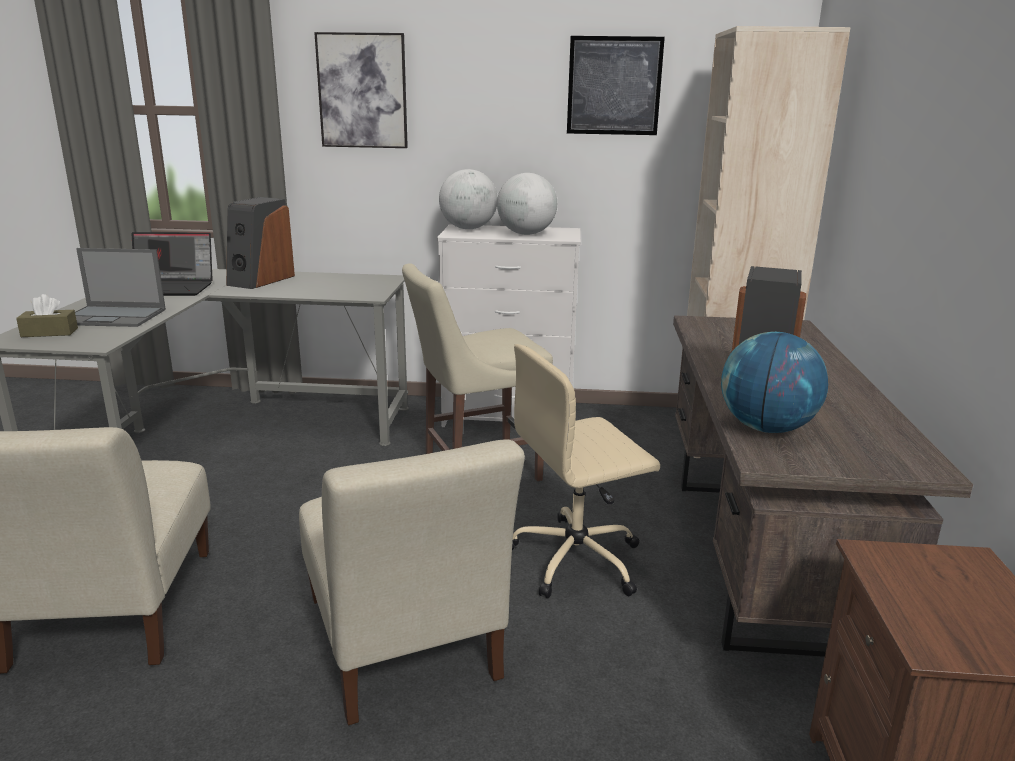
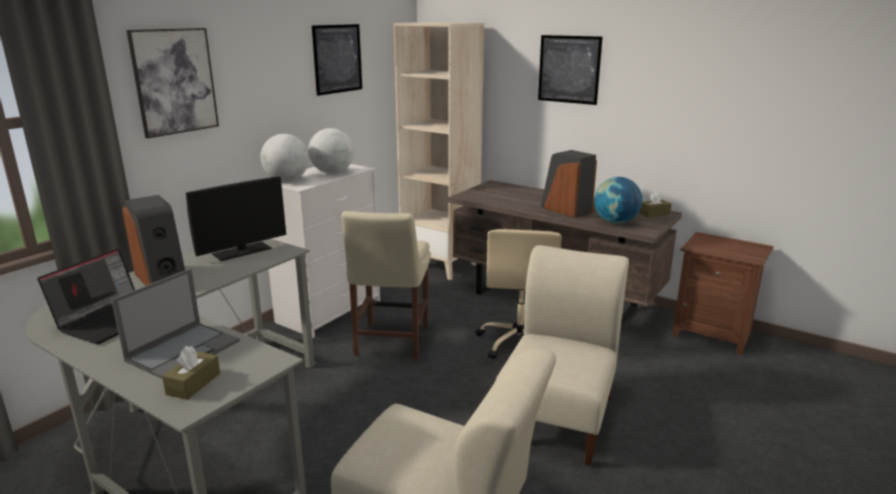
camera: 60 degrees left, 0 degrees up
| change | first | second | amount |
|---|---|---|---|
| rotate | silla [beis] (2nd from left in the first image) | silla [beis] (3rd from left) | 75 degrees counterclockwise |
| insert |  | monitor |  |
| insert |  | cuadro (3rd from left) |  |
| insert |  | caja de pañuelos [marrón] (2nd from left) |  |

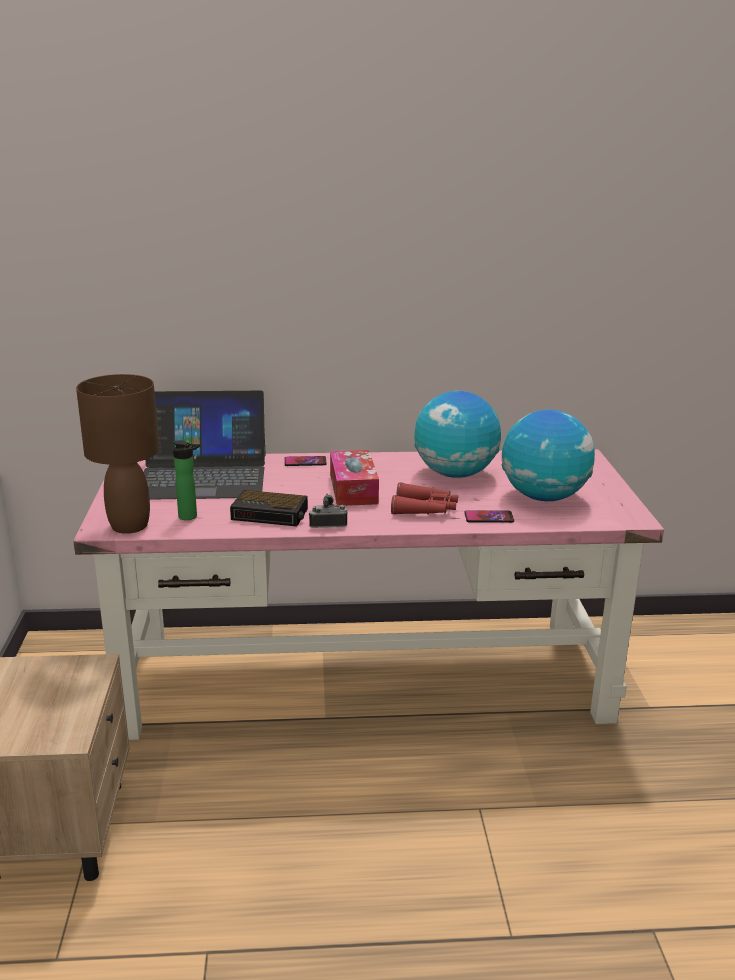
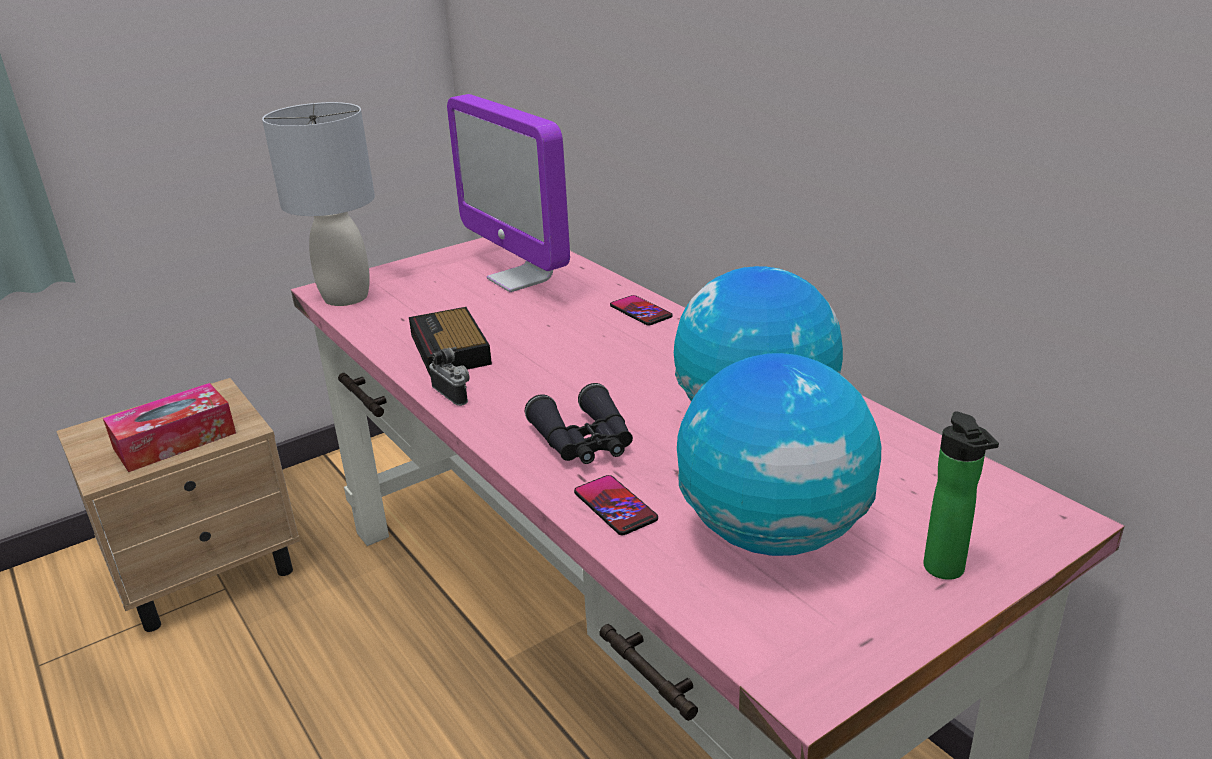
camera: 60 degrees right, 5 degrees up
| change | first | second | amount |
|---|---|---|---|
| recolor | lámpara de mesa [marrón] | lámpara de mesa [gris] |  |
| replace | portátil | monitor |  |
| move | botella |  |  |
| move | caja de pañuelos |  |  |
| recolor | prismáticos [rojo] | prismáticos [negro] |  |

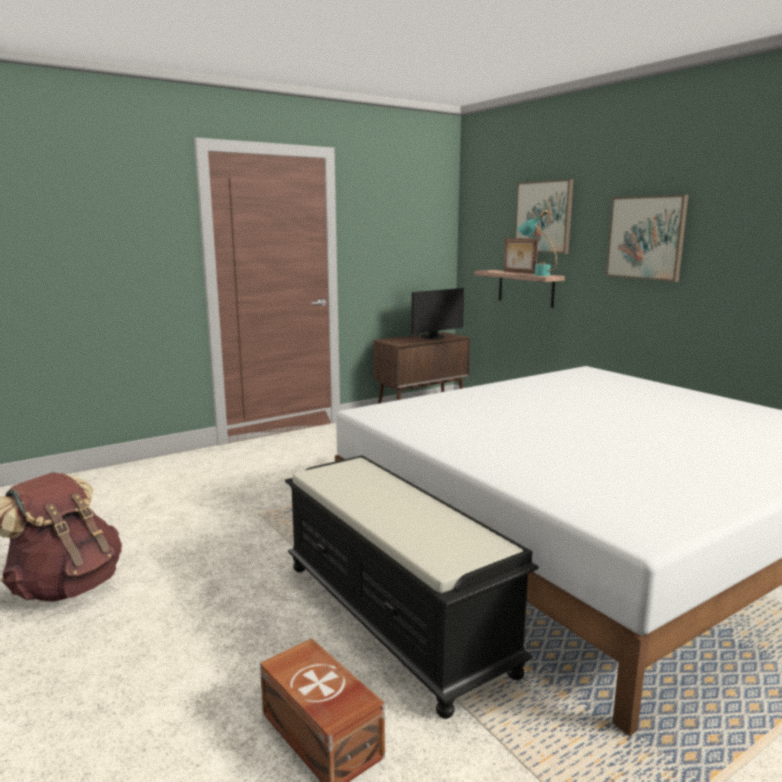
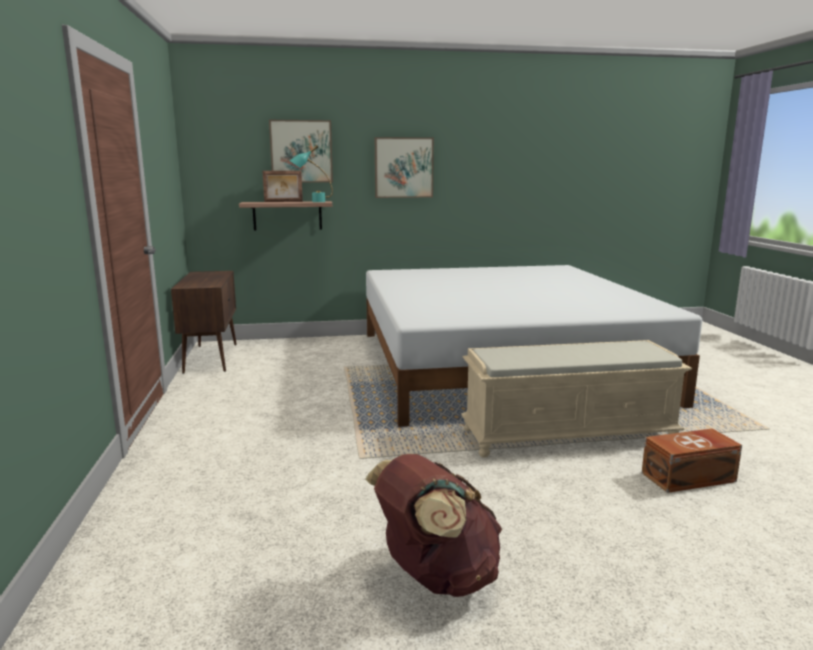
camera: 65 degrees left, 0 degrees up
| change | first | second | amount |
|---|---|---|---|
| recolor | banco [negro] | banco [beis] |  |
| delete | monitor |  |  |

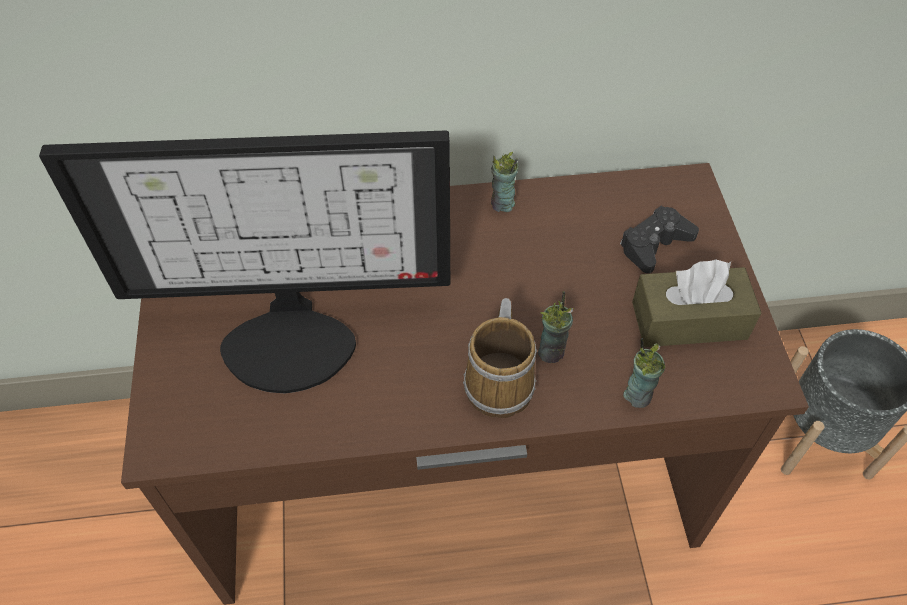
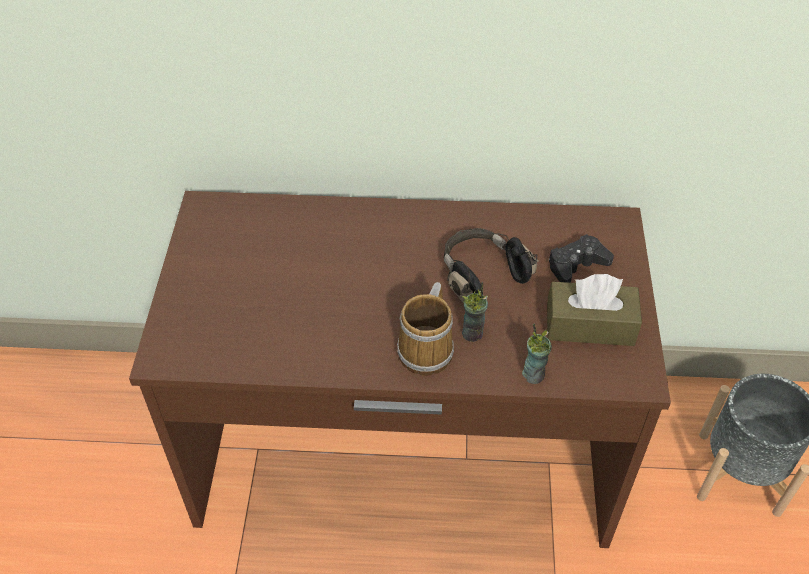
camera: 10 degrees right, 5 degrees down
| change | first | second | amount |
|---|---|---|---|
| delete | monitor |  |  |
| delete | taza (1st from left) |  |  |
| insert |  | auriculares [negro] |  |

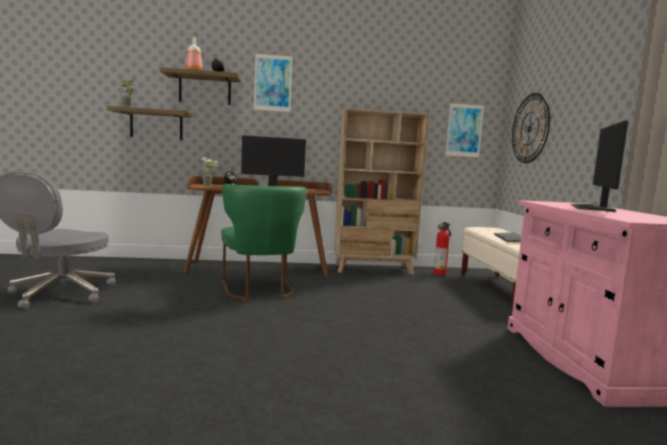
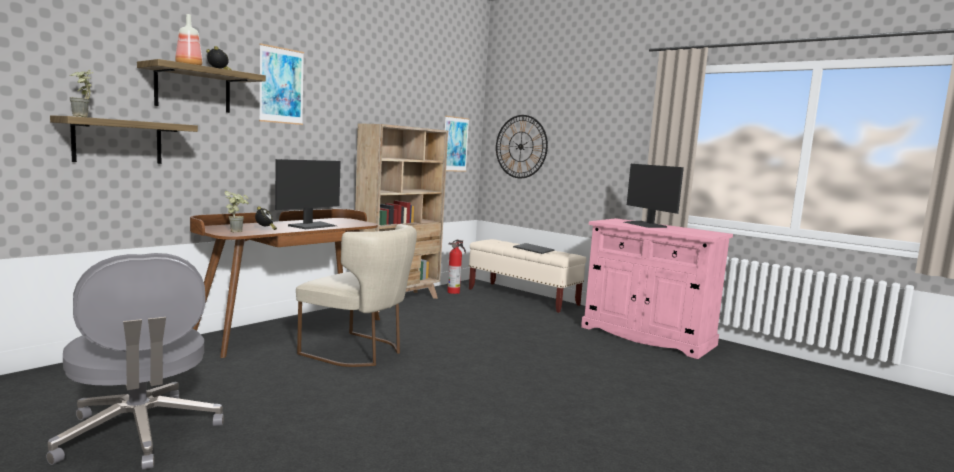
camera: 45 degrees left, 0 degrees up
| change | first | second | amount |
|---|---|---|---|
| recolor | silla [verde] | silla [beis] |  |

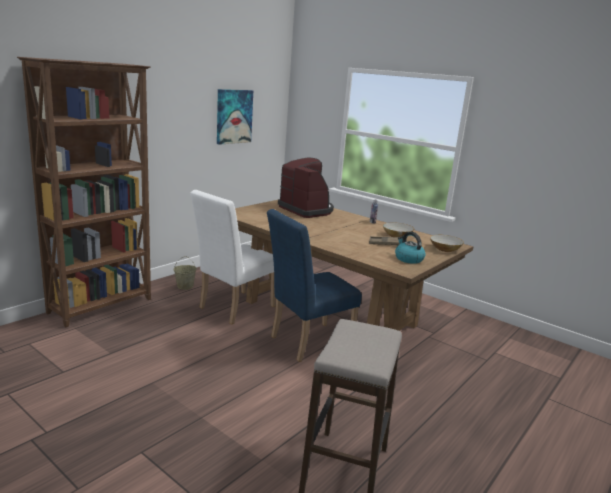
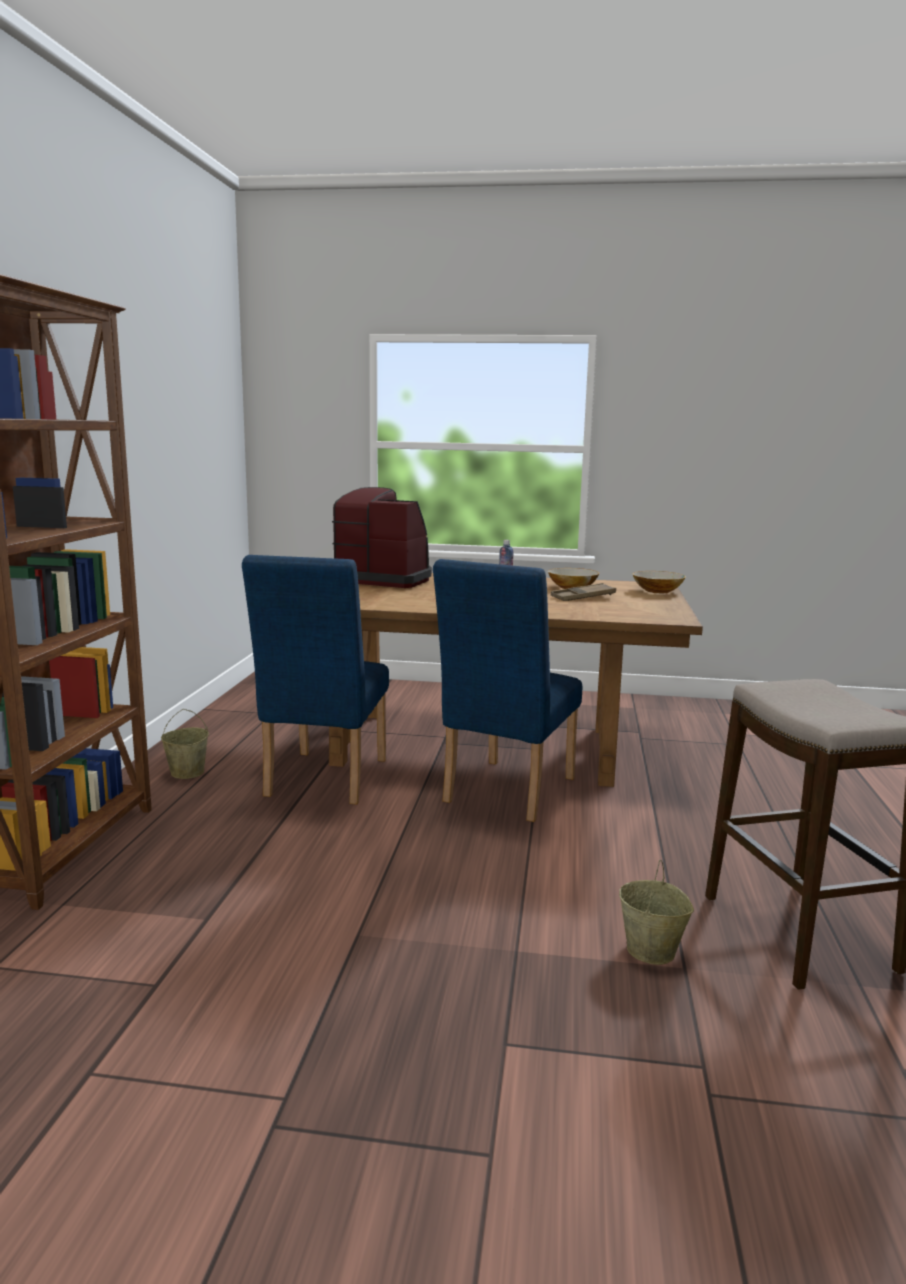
camera: 30 degrees left, 5 degrees down
| change | first | second | amount |
|---|---|---|---|
| recolor | silla [blanco] | silla [azul] (1st from left) |  |
| delete | cuadro |  |  |
| delete | hervidor |  |  |
| insert |  | cubo [beis] (2nd from left) |  |

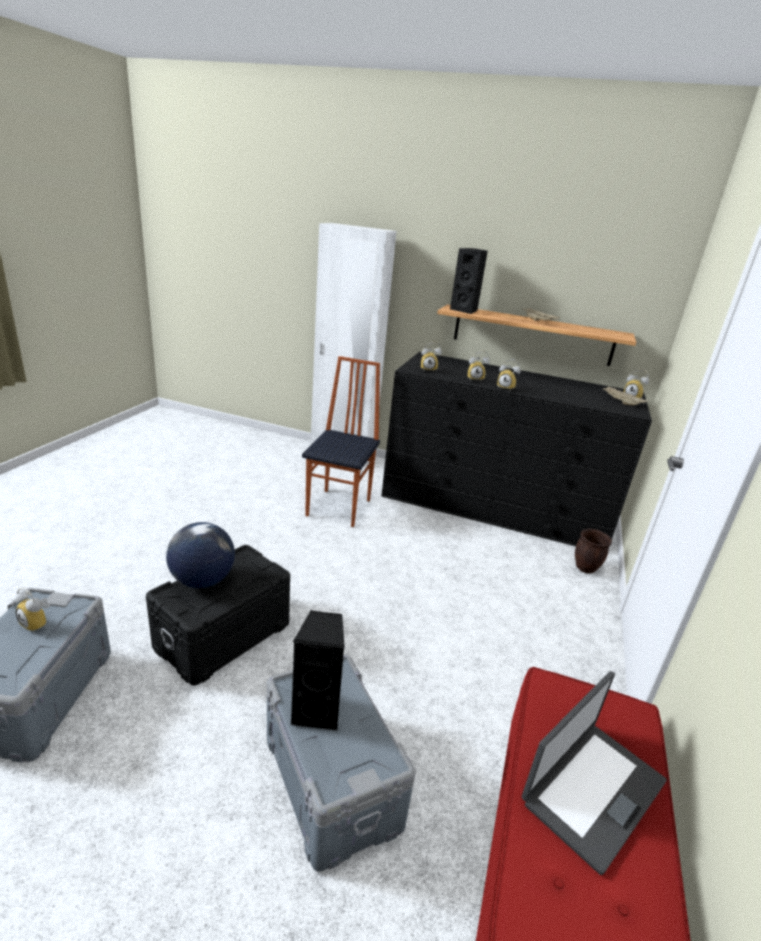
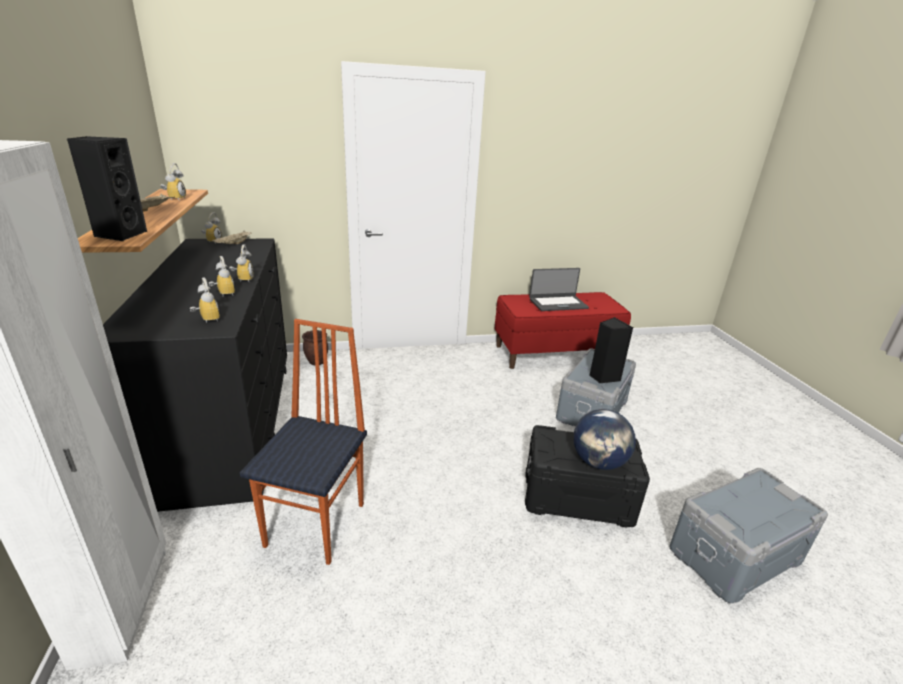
camera: 120 degrees left, 0 degrees up
| change | first | second | amount |
|---|---|---|---|
| move | despertador (1st from left) |  |  |
| rotate | silla |  | 120 degrees clockwise |
| rotate | portátil |  | 150 degrees clockwise |

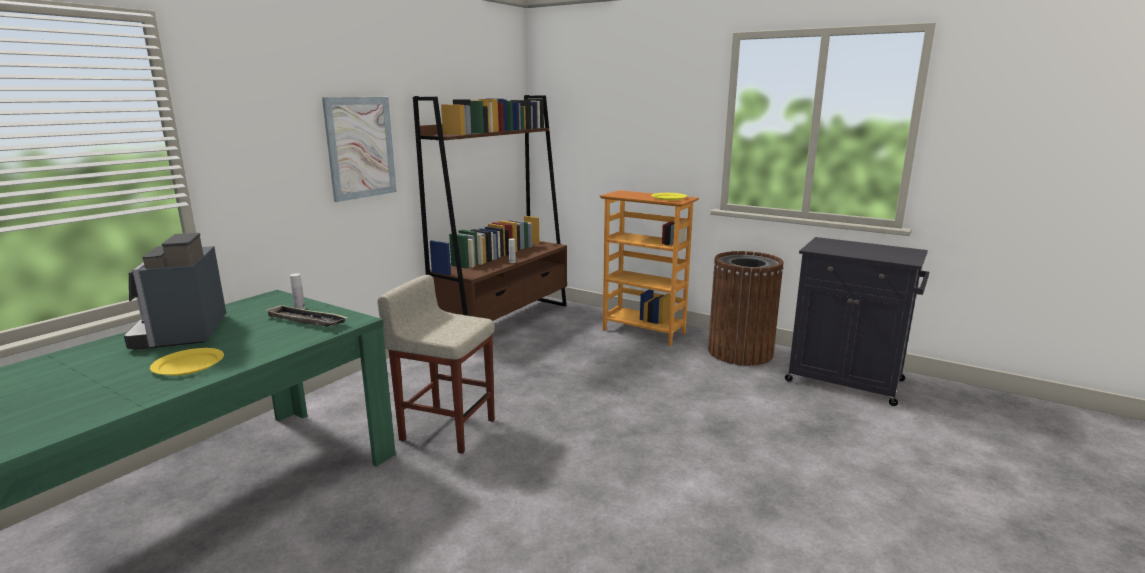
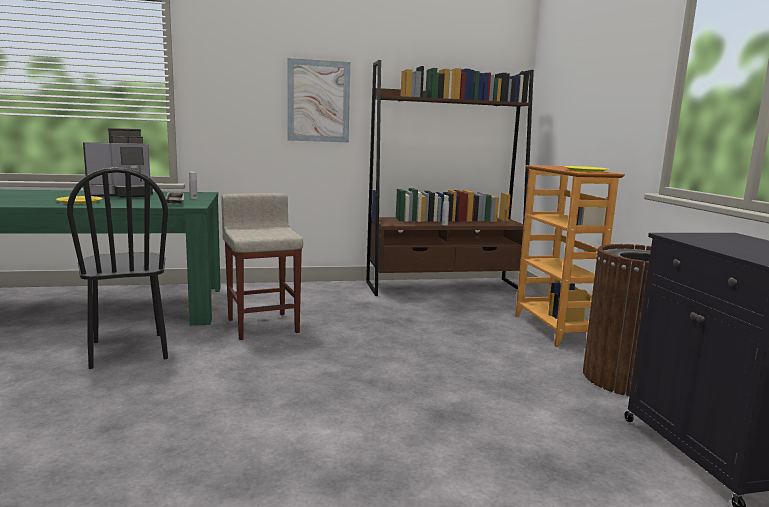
camera: 45 degrees right, 5 degrees down
| change | first | second | amount |
|---|---|---|---|
| rotate | cafetera |  | 150 degrees counterclockwise |
| insert |  | silla [negro] |  |

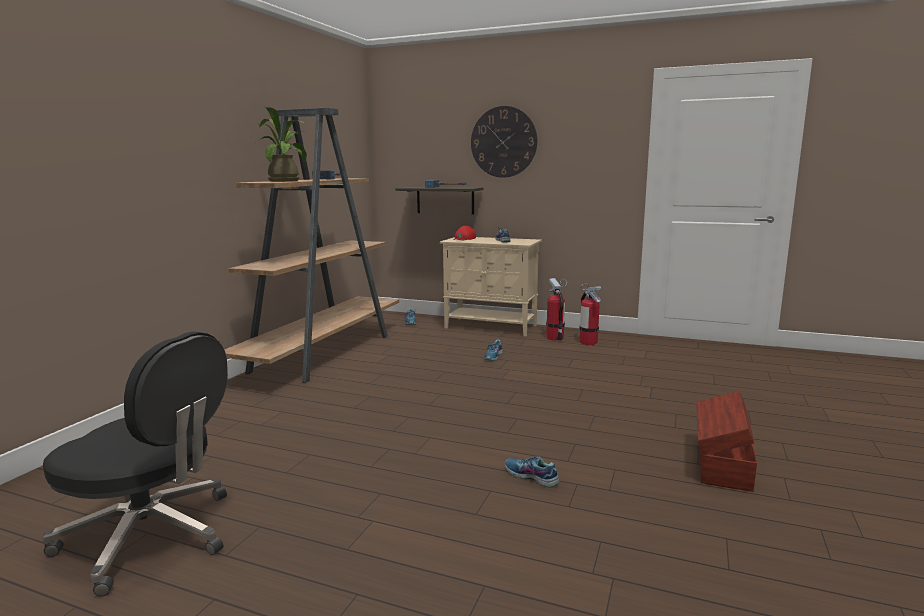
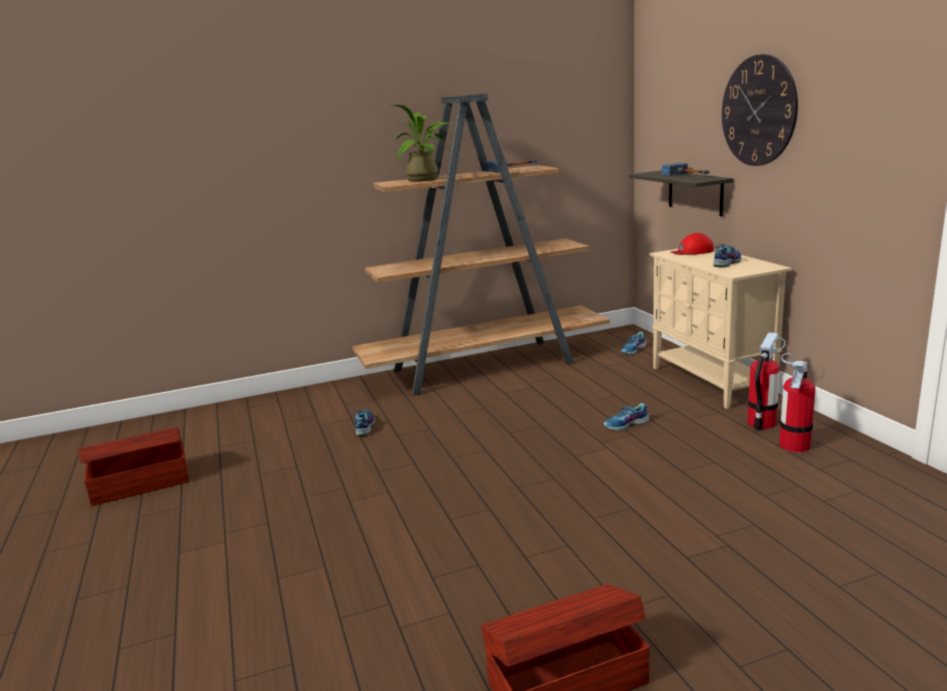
camera: 50 degrees right, 5 degrees up
| change | first | second | amount |
|---|---|---|---|
| replace | silla de oficina [negro] | caja de almacenaje [marrón] (1st from left) |  |
| move | zapato (4th from left in the first image) | zapato (1st from left) |  |

